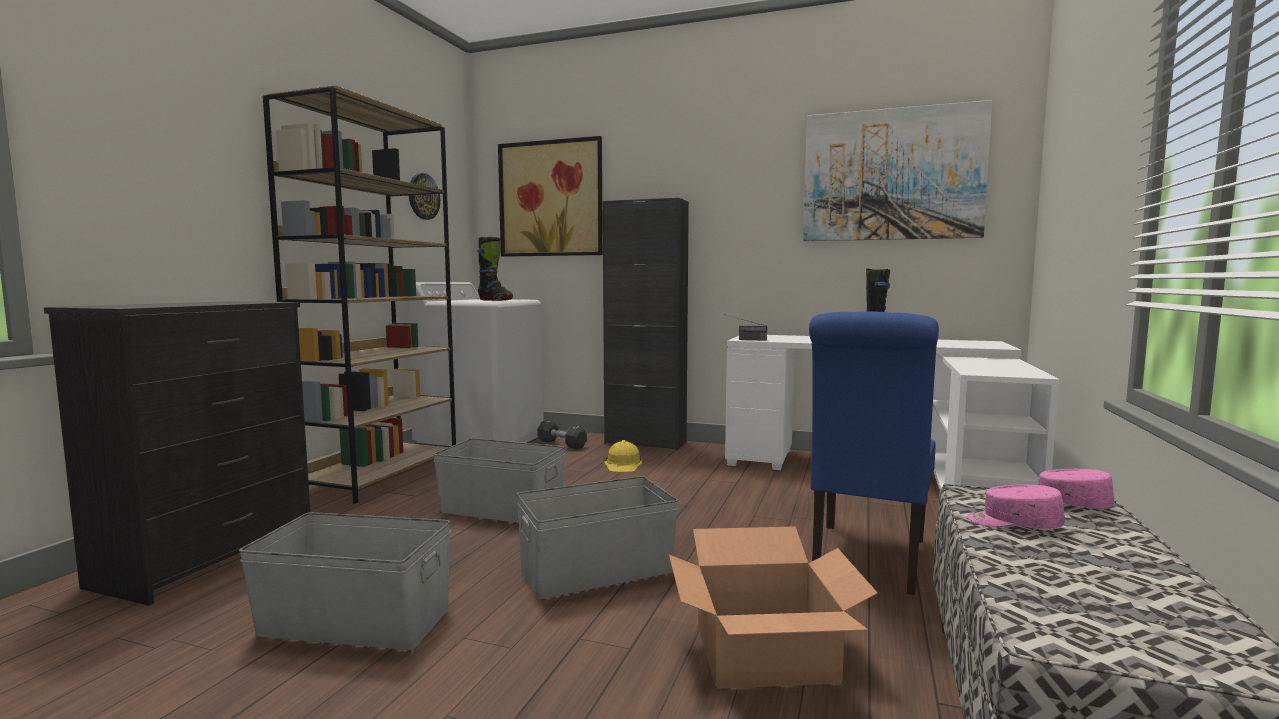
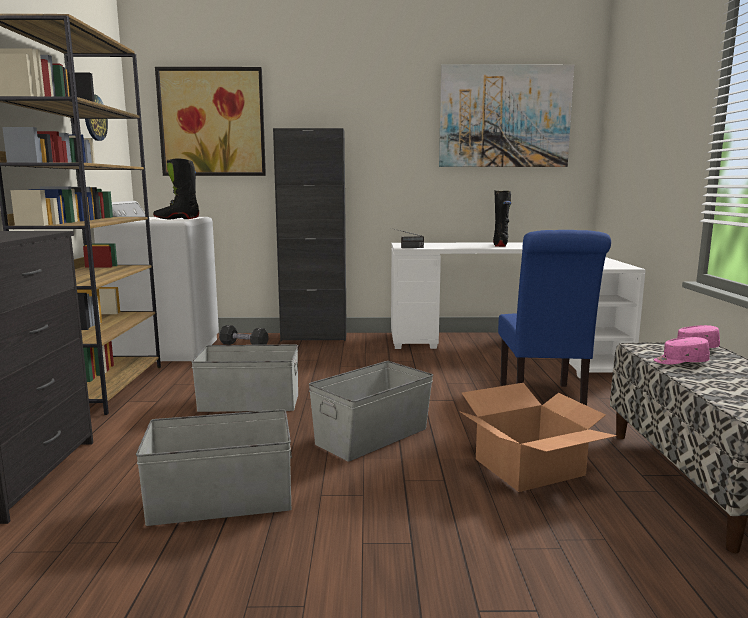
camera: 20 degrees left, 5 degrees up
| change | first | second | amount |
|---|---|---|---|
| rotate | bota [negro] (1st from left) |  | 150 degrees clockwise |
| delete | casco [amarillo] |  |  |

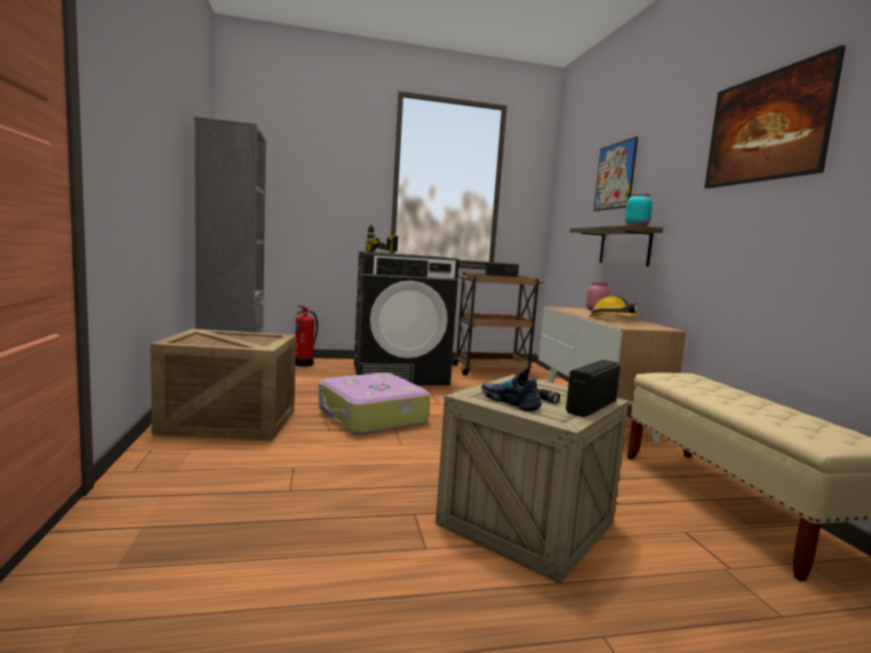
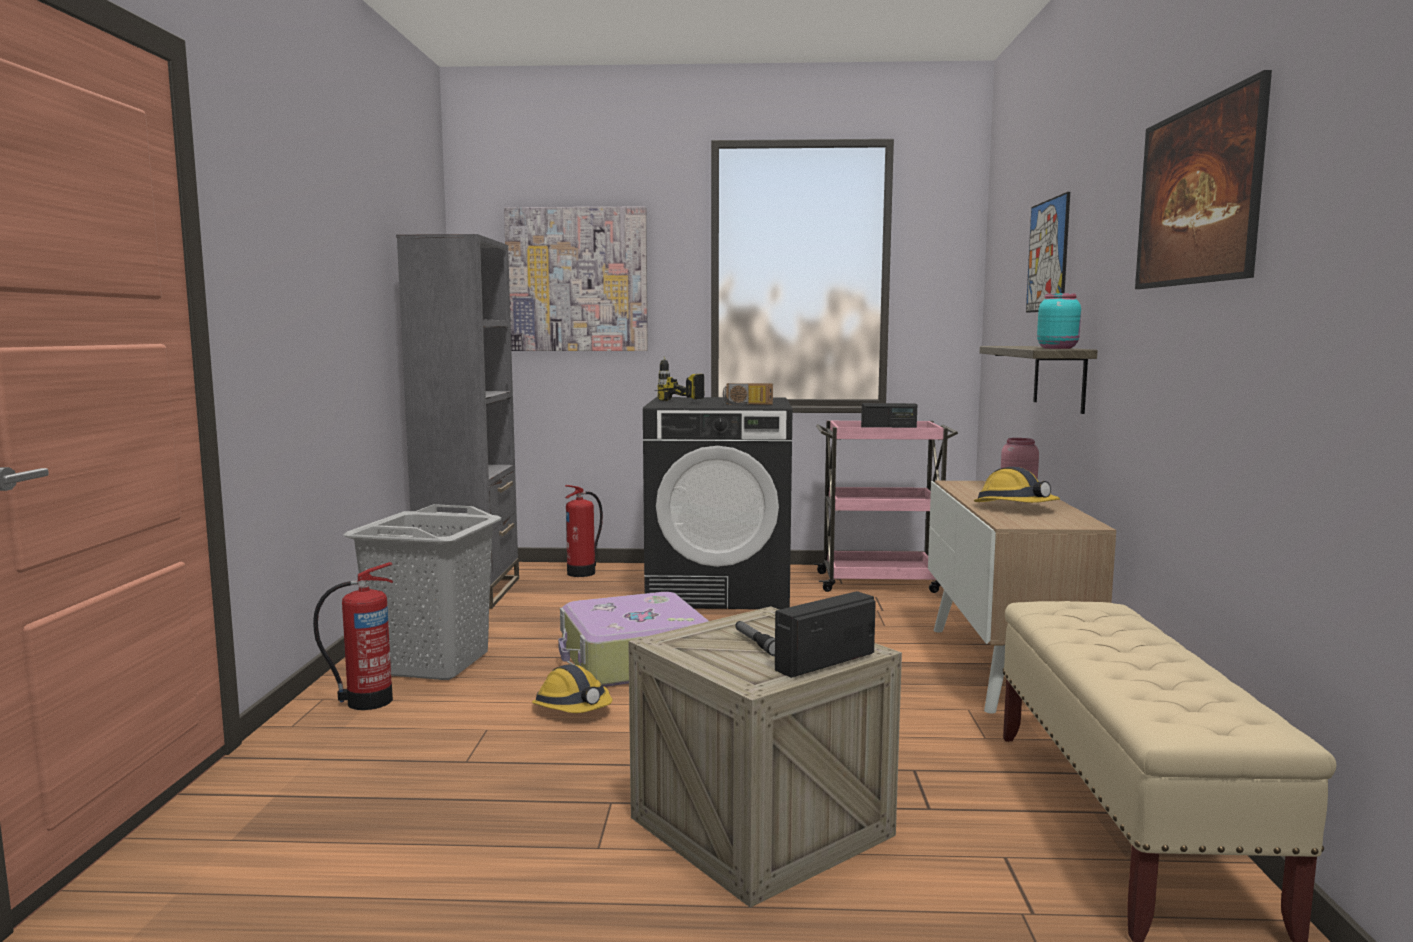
camera: 15 degrees right, 0 degrees up
| change | first | second | amount |
|---|---|---|---|
| replace | caja de embalaje (1st from left) | cesto de la ropa [gris] |  |
| recolor | carrito [marrón] | carrito [rosa] |  |
| delete | zapato |  |  |
| insert |  | extintor (1st from left) |  |
| insert |  | cuadro (1st from left) |  |
| insert |  | casco (1st from left) |  |
| insert |  | radio (1st from left) |  |

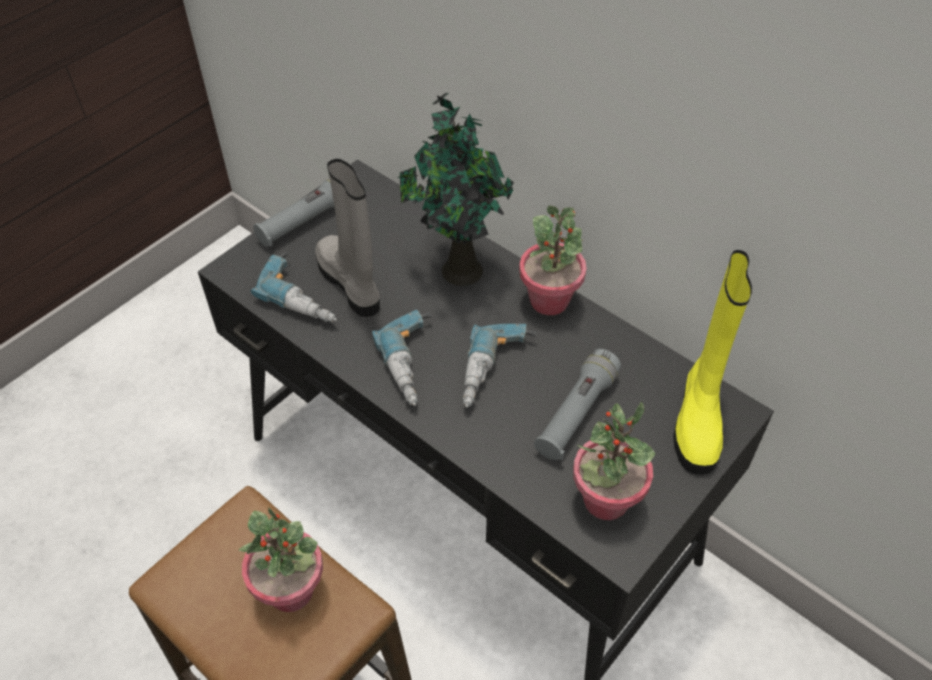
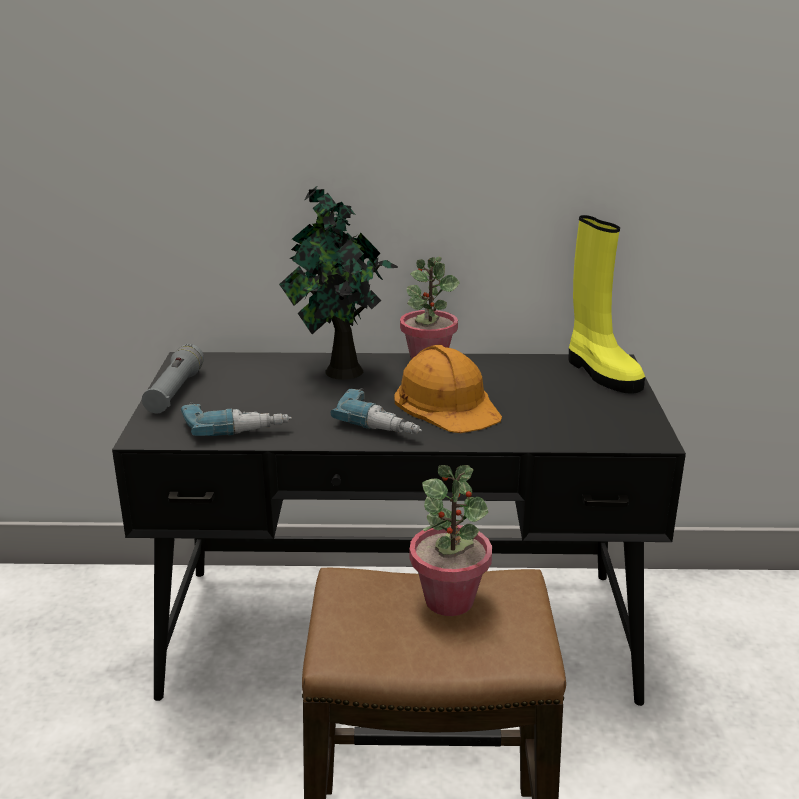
camera: 40 degrees left, 25 degrees down
| change | first | second | amount |
|---|---|---|---|
| delete | bota [gris] |  |  |
| replace | taladro (3rd from left) | casco [naranja] |  |
| delete | linterna [gris] (2nd from left) |  |  |
| delete | planta en maceta (4th from left) |  |  |

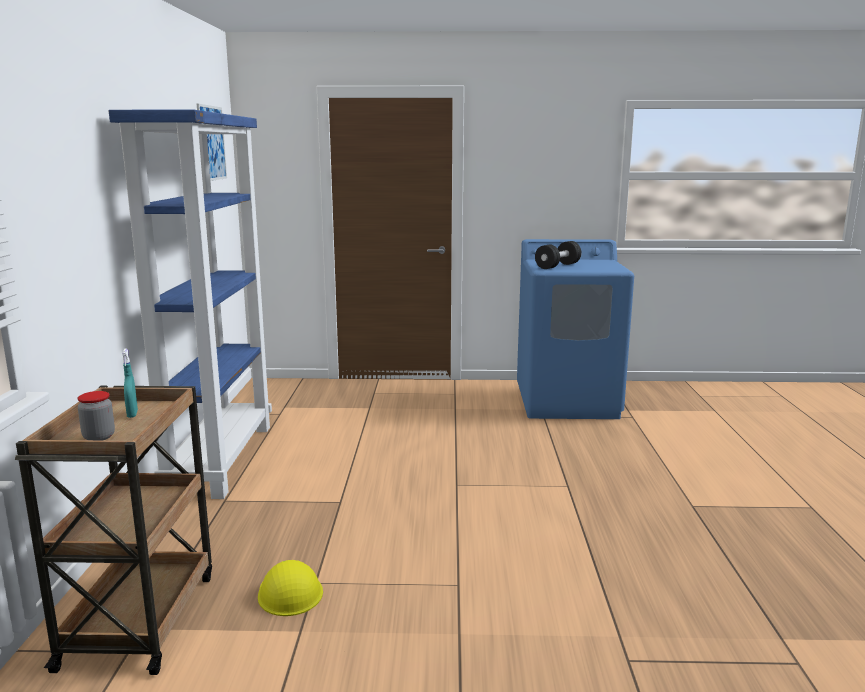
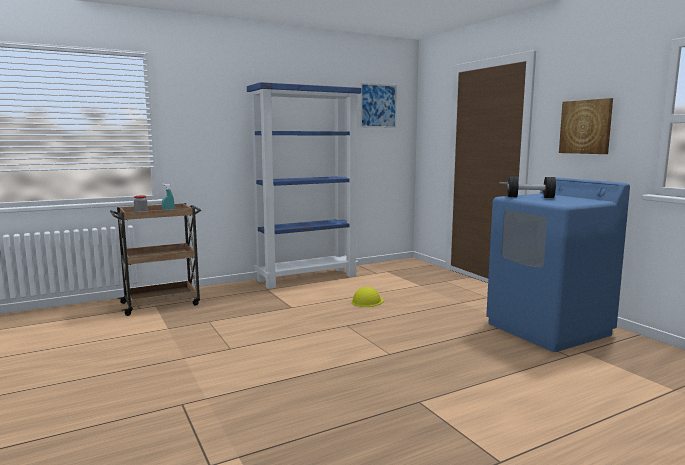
camera: 60 degrees right, 5 degrees down
| change | first | second | amount |
|---|---|---|---|
| move | casco [amarillo] |  |  |
| insert |  | cuadro (2nd from left) |  |

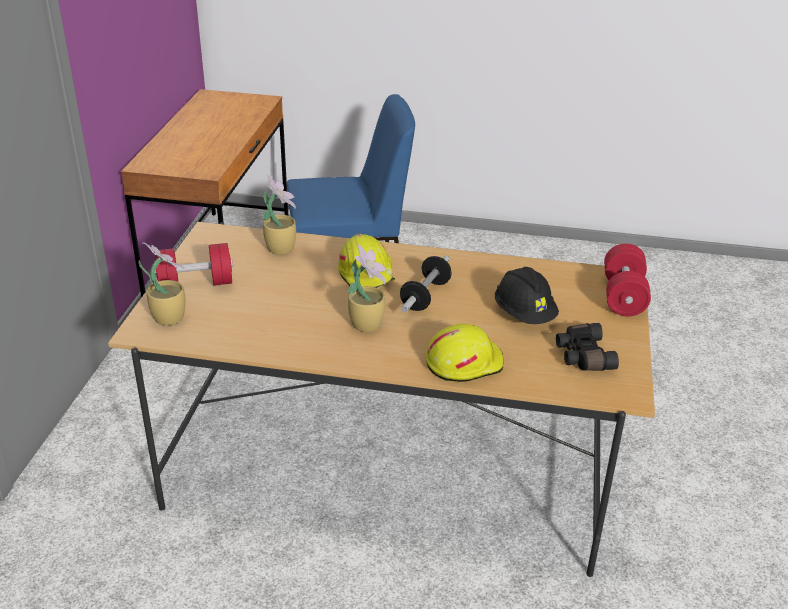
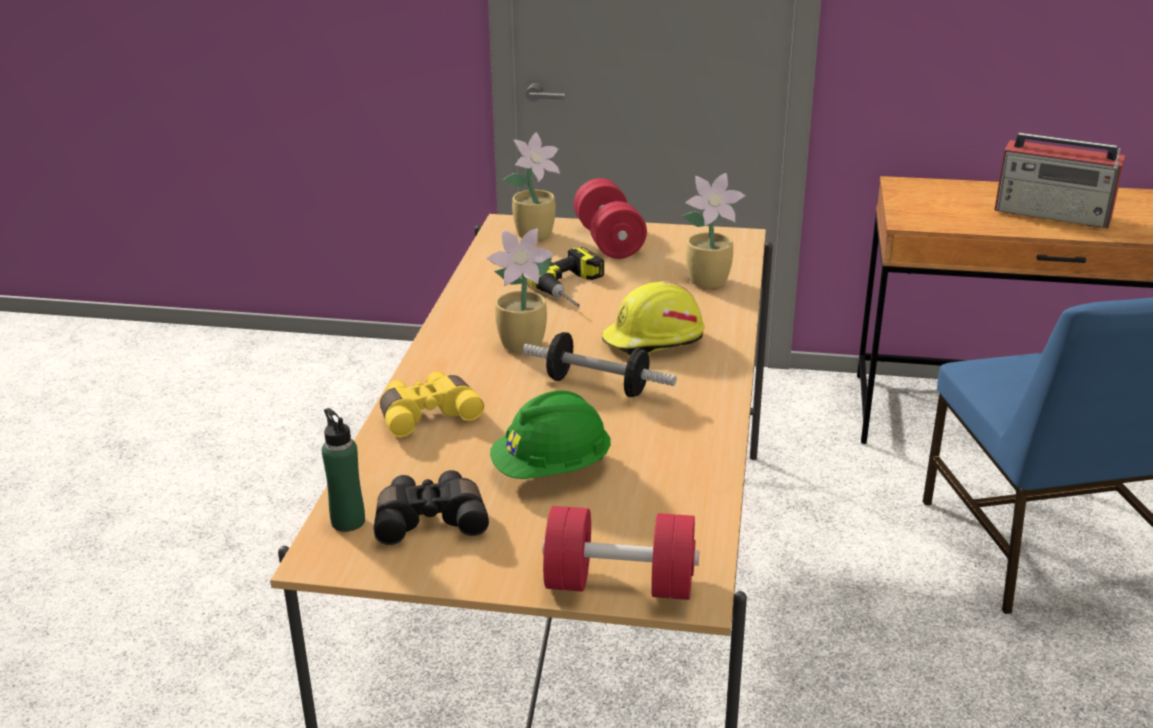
camera: 90 degrees right, 5 degrees down
| change | first | second | amount |
|---|---|---|---|
| replace | casco [amarillo] (2nd from left) | prismáticos [amarillo] |  |
| recolor | casco [negro] | casco [verde] |  |
| insert |  | botella [verde] |  |
| insert |  | taladro |  |
| insert |  | radio |  |

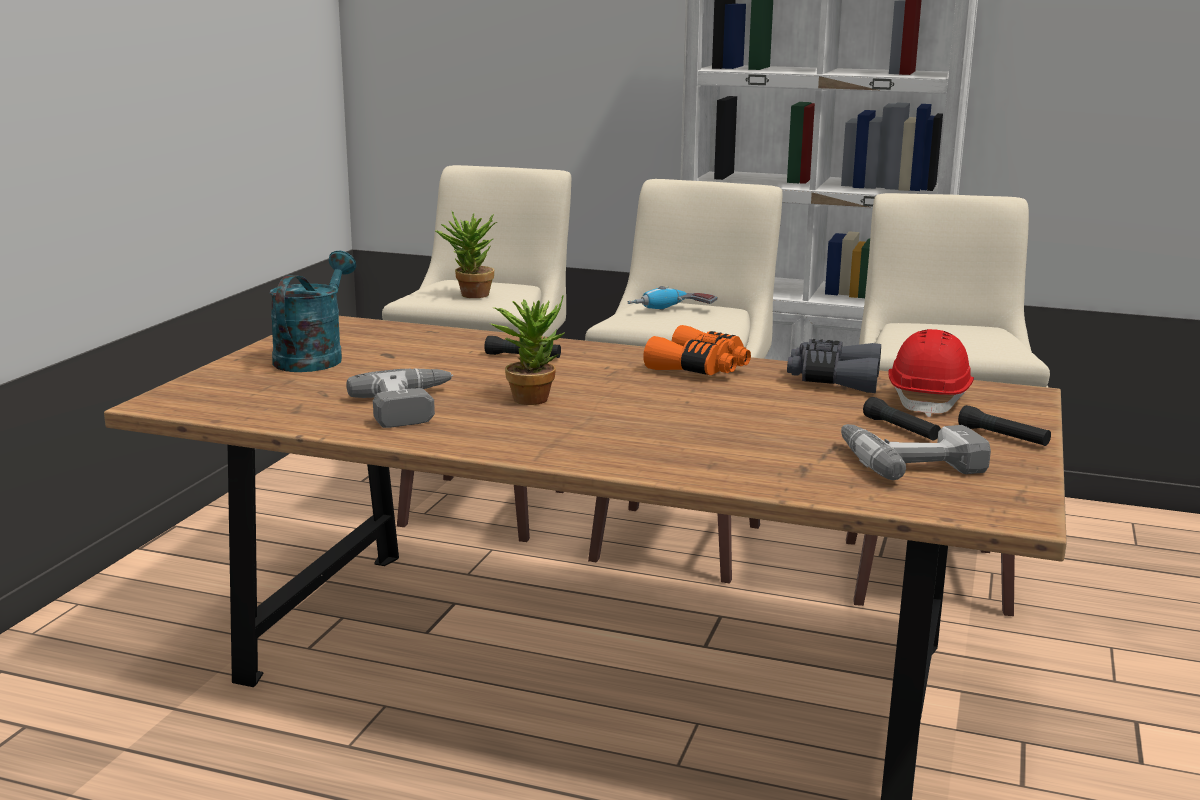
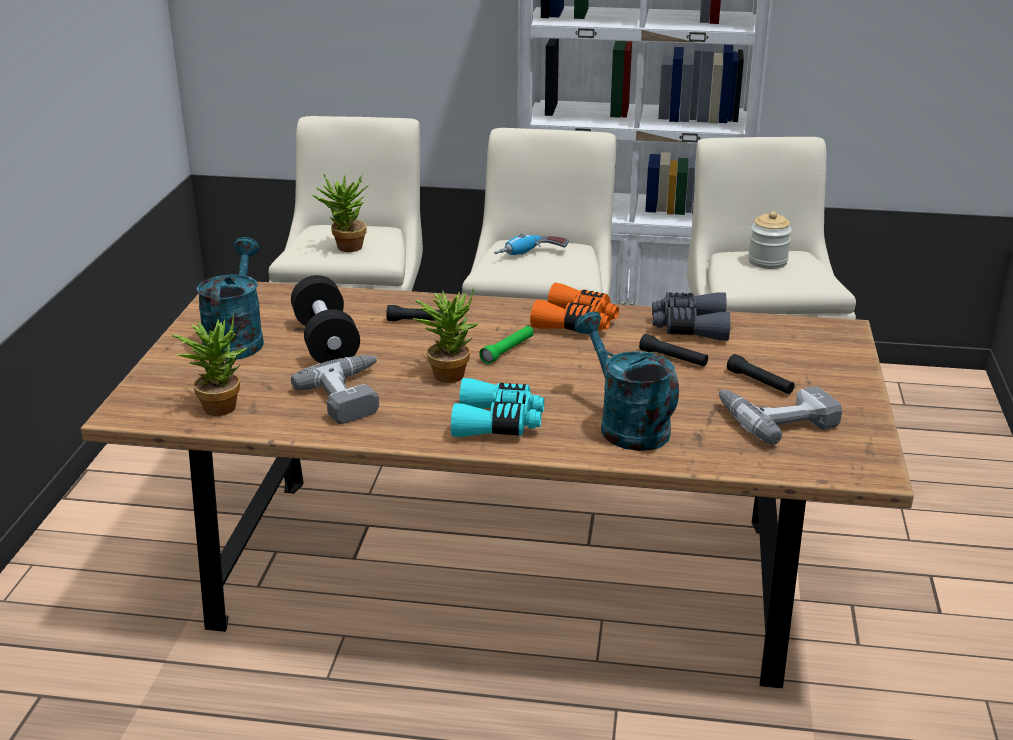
camera: 10 degrees left, 10 degrees up
| change | first | second | amount |
|---|---|---|---|
| delete | casco [rojo] |  |  |
| move | linterna [negro] (3rd from left in the first image) | linterna [negro] (2nd from left) |  |
| insert |  | planta en maceta (1st from left) |  |
| insert |  | mancuerna [negro] |  |
| insert |  | prismáticos [turquesa] |  |
| insert |  | linterna [verde] |  |
| insert |  | regadera [turquesa] (2nd from left) |  |
| insert |  | tarro |  |

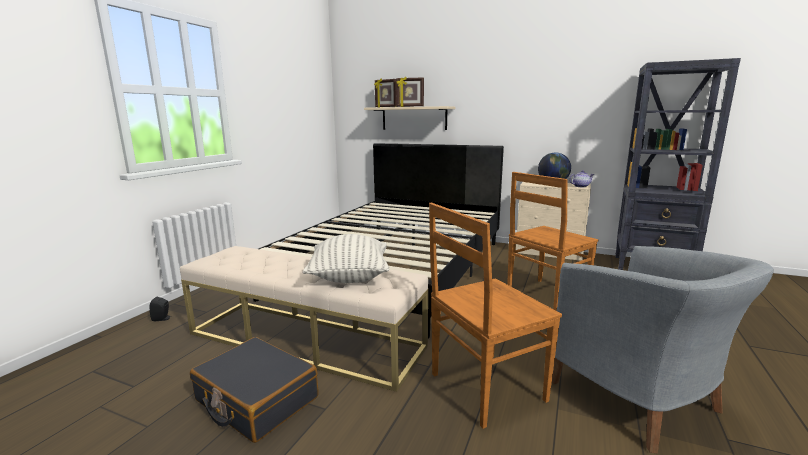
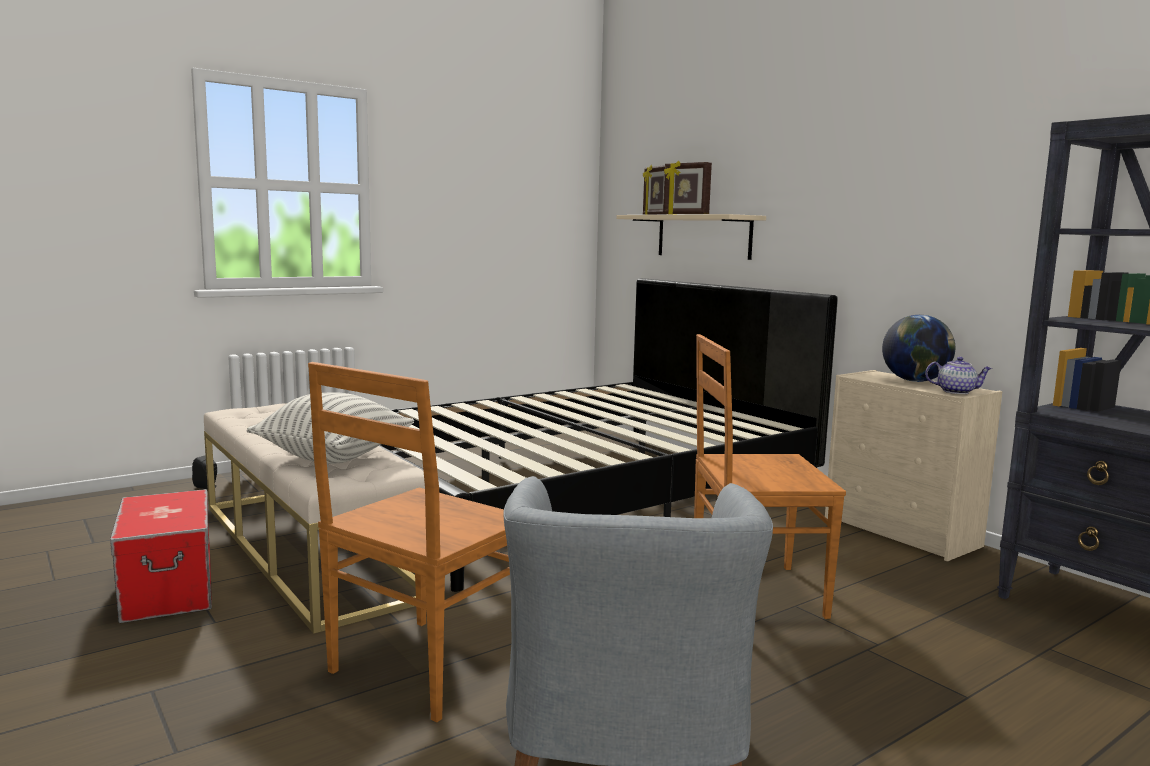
camera: 30 degrees right, 5 degrees down
| change | first | second | amount |
|---|---|---|---|
| replace | maleta [negro] | caja de almacenaje |  |
| rotate | silla [marrón] (1st from left) |  | 60 degrees counterclockwise |

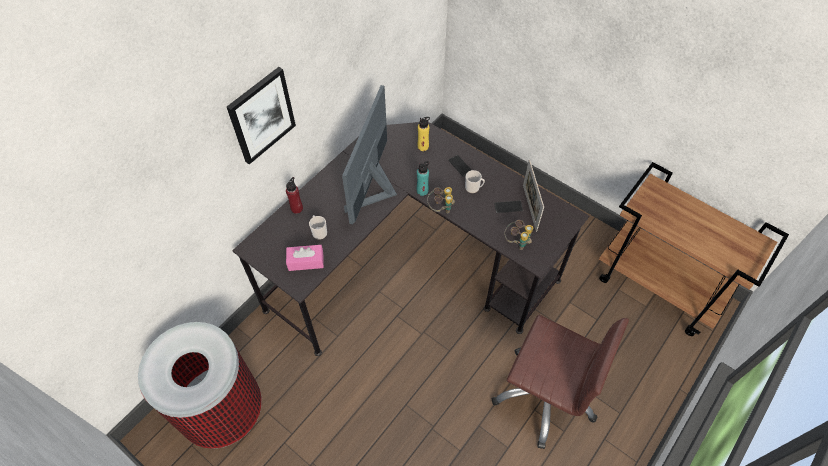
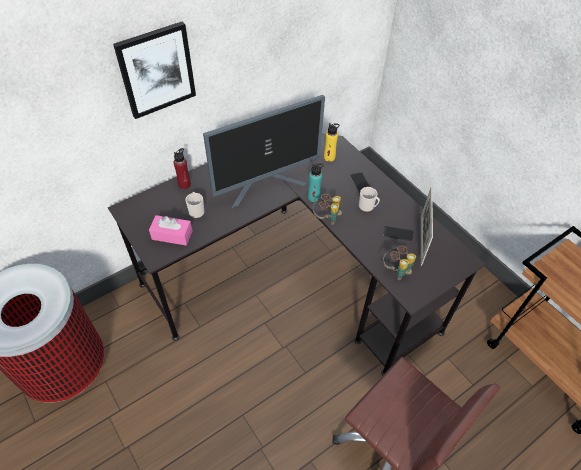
camera: 15 degrees right, 5 degrees down
| change | first | second | amount |
|---|---|---|---|
| rotate | monitor |  | 150 degrees counterclockwise |

